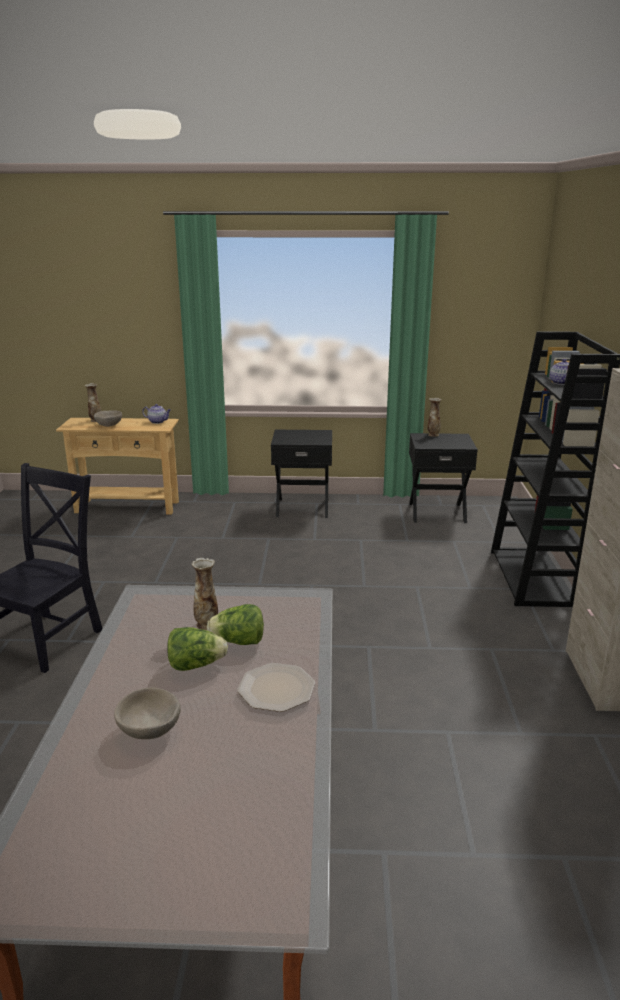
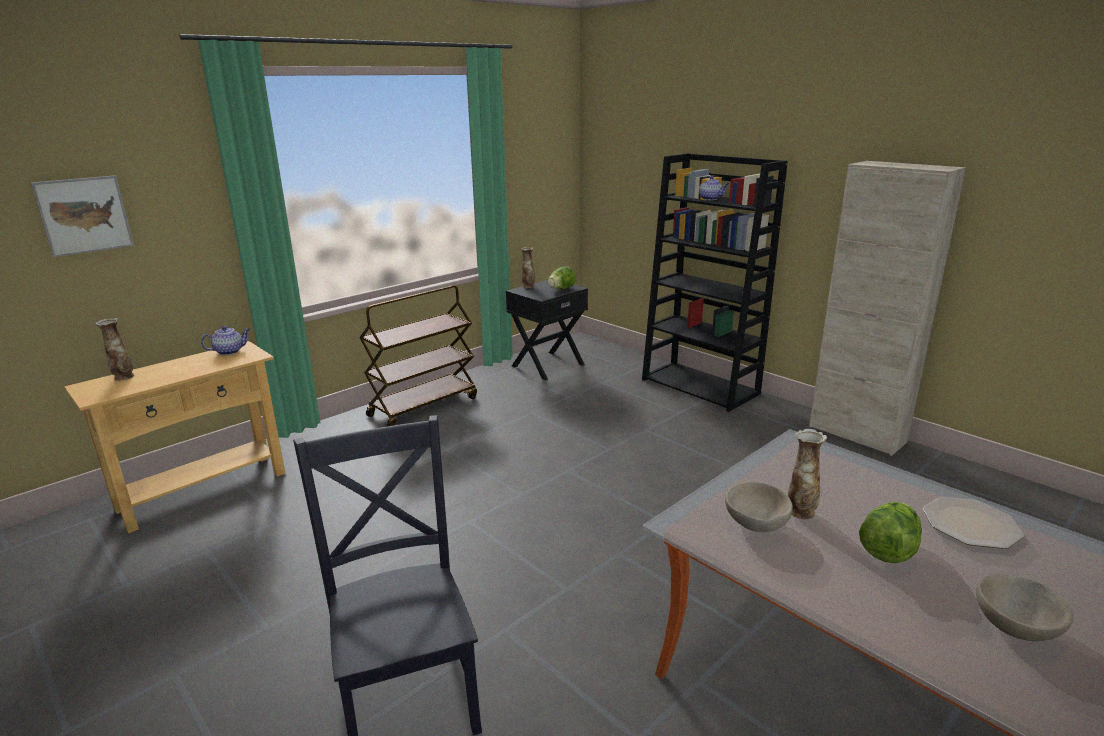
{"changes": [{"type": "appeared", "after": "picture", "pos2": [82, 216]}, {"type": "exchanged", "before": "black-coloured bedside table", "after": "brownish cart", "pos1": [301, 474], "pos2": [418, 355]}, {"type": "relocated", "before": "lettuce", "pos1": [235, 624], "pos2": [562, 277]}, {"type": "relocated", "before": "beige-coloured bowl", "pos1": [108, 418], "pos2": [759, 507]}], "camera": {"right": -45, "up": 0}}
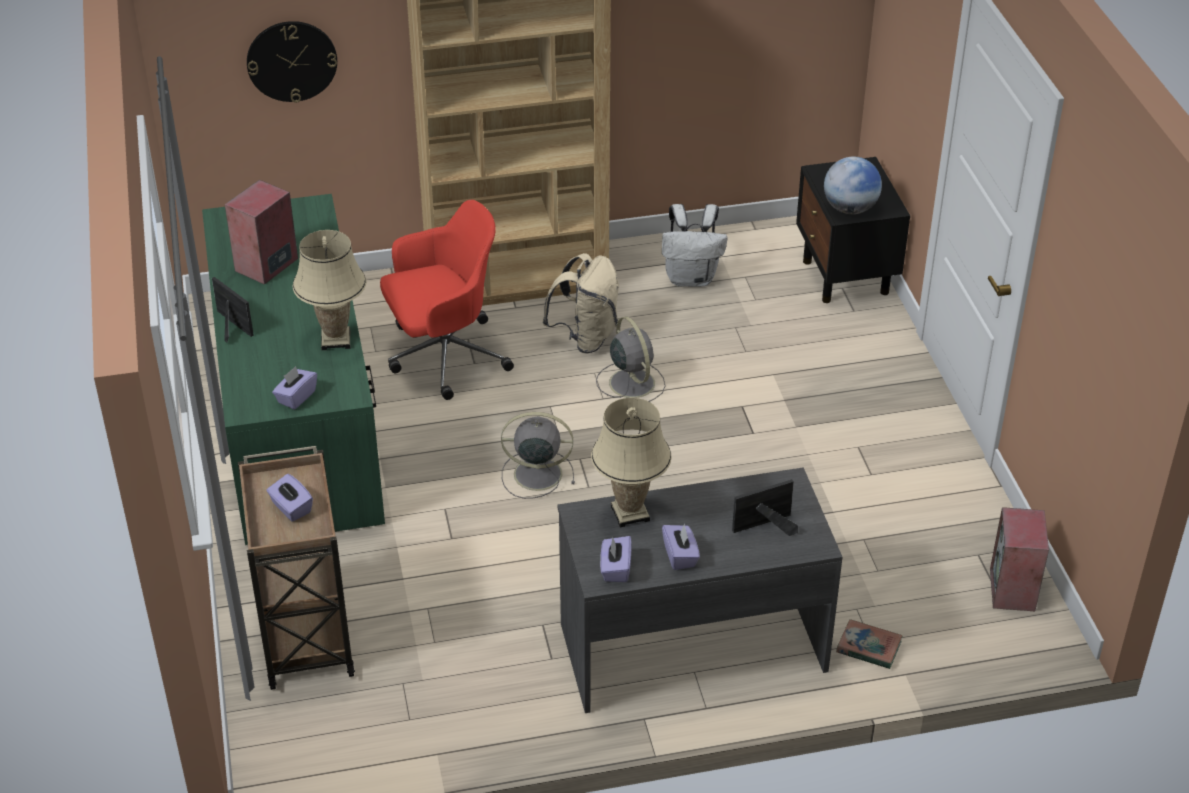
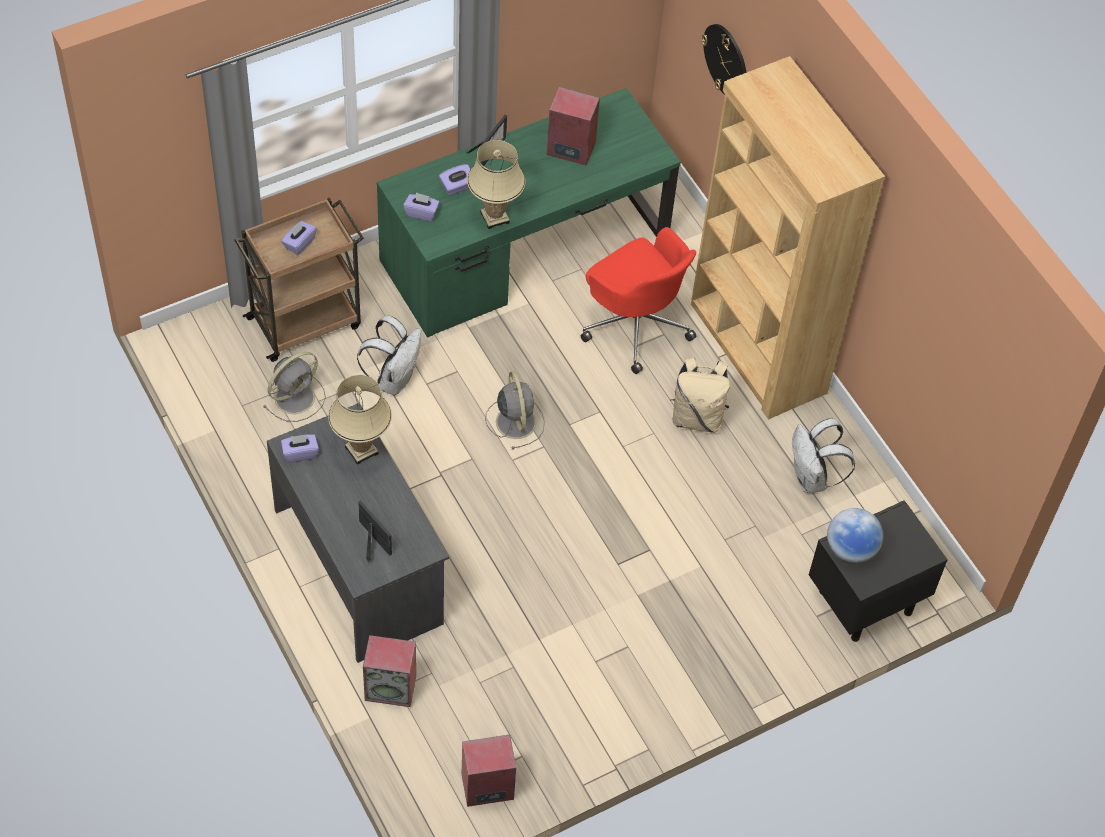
{"changes": [{"type": "relocated", "before": "gray cooling fan", "pos1": [631, 359], "pos2": [294, 387]}, {"type": "appeared", "after": "whitish rucksack", "pos2": [389, 355]}, {"type": "exchanged", "before": "volume", "after": "audio speaker", "pos1": [869, 644], "pos2": [389, 671]}, {"type": "relocated", "before": "purple box of tissues", "pos1": [681, 547], "pos2": [455, 180]}], "camera": {"right": 70, "up": 15}}
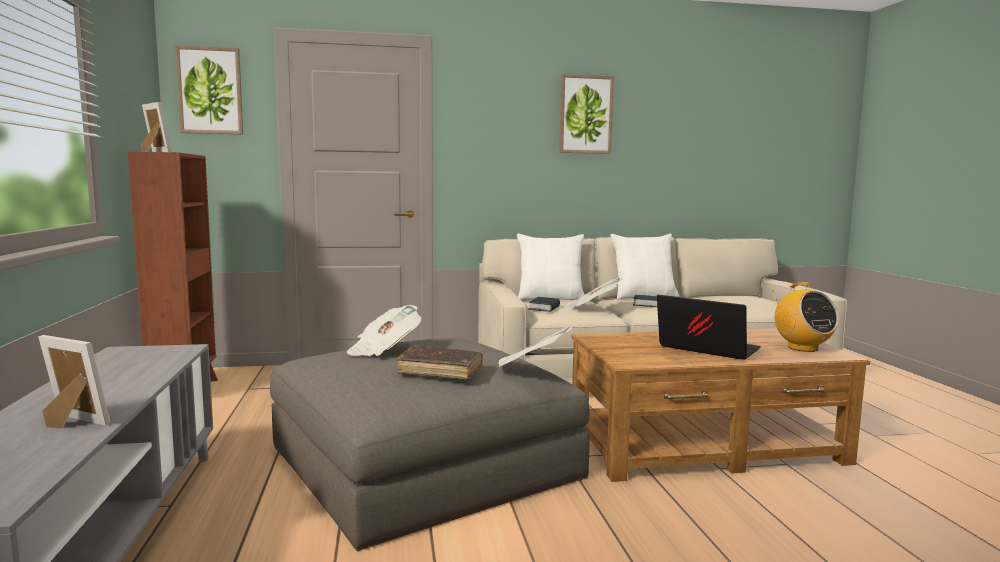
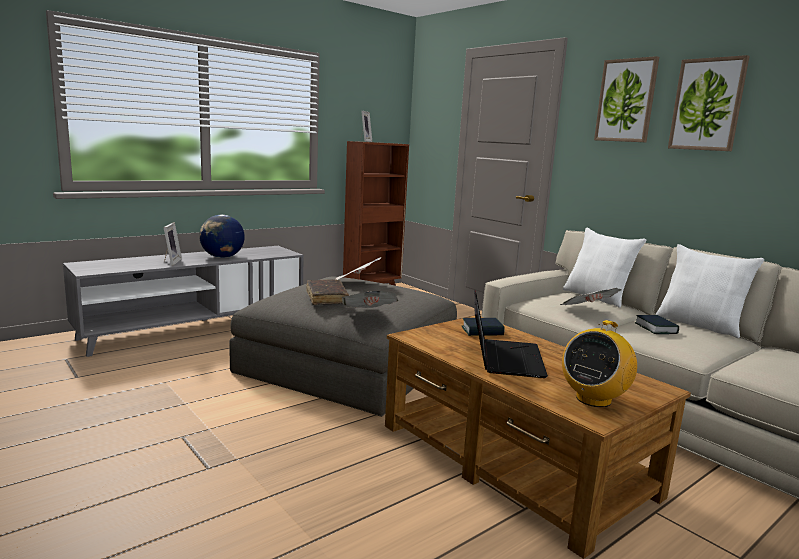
{"changes": [{"type": "appeared", "after": "world globe", "pos2": [222, 236]}, {"type": "relocated", "before": "volume", "pos1": [544, 304], "pos2": [483, 327]}, {"type": "relocated", "before": "picture", "pos1": [209, 89], "pos2": [626, 99]}], "camera": {"right": 60, "up": 5}}
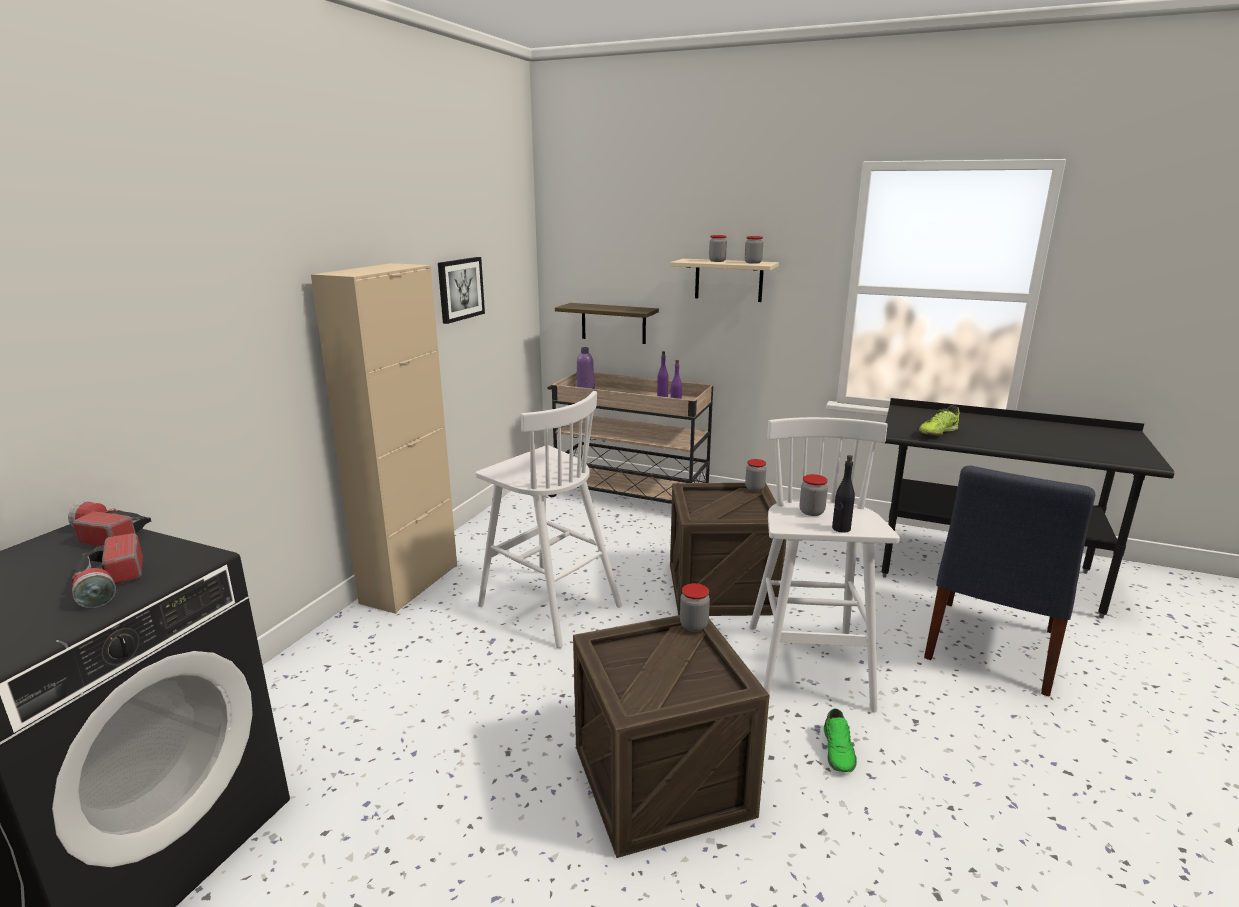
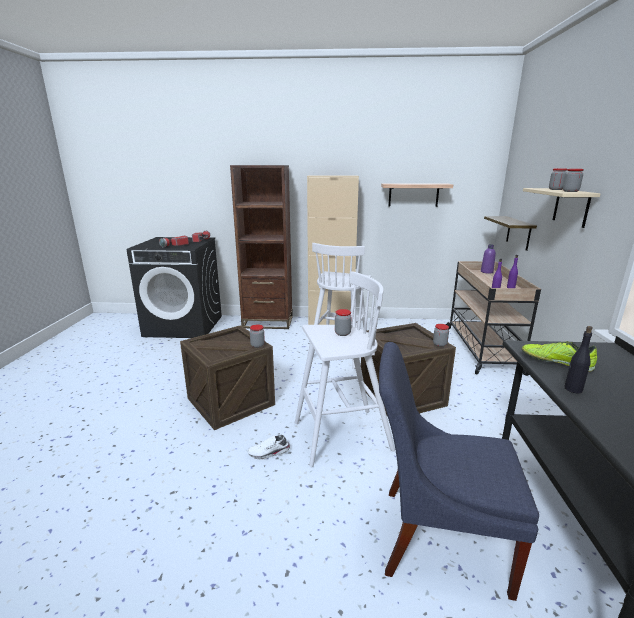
{"changes": [{"type": "appeared", "after": "brownish bookshelf", "pos2": [261, 247]}, {"type": "colour", "before": "greenish low shoe", "after": "whitish low shoe", "pos1": [840, 740], "pos2": [269, 447]}, {"type": "exchanged", "before": "picture", "after": "shelf", "pos1": [461, 290], "pos2": [417, 195]}, {"type": "relocated", "before": "black-coloured drink bottle", "pos1": [843, 494], "pos2": [578, 359]}], "camera": {"right": 70, "up": 0}}
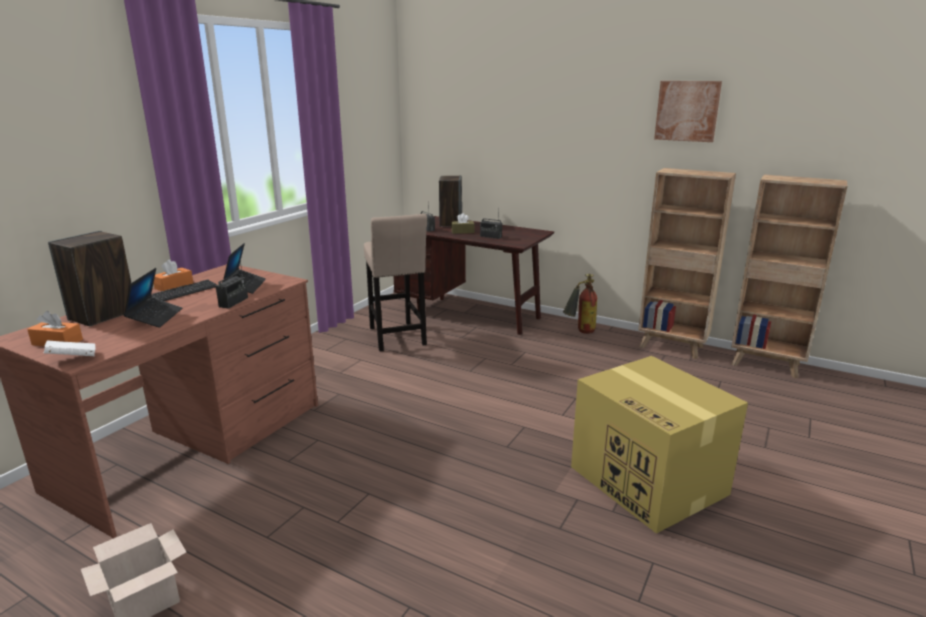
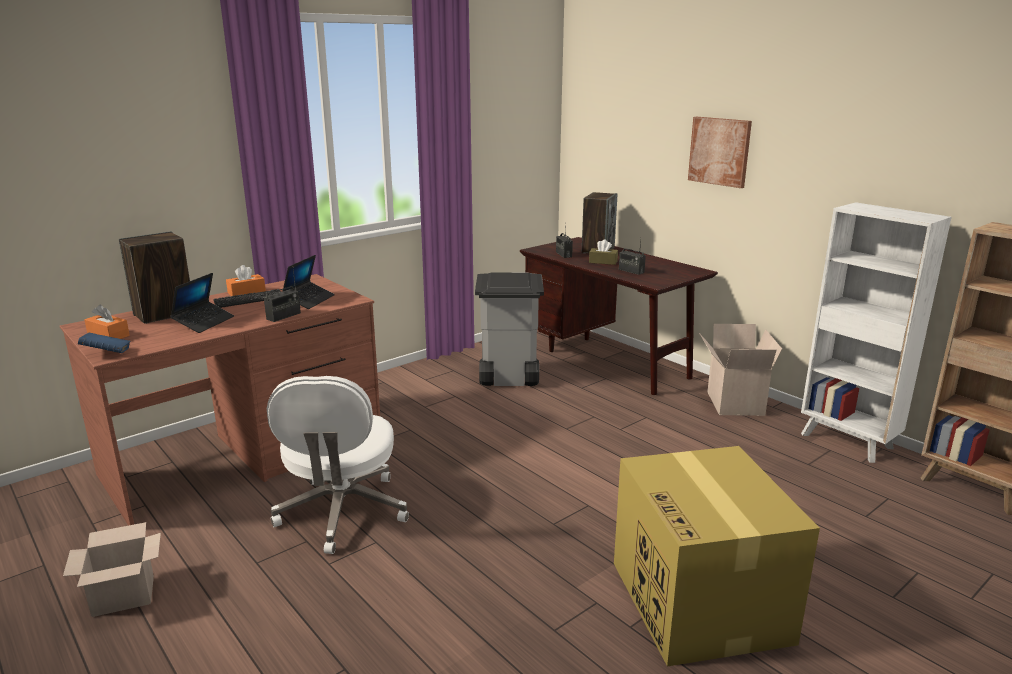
{"changes": [{"type": "colour", "before": "whitish volume", "after": "bluish volume", "pos1": [69, 348], "pos2": [104, 343]}, {"type": "appeared", "after": "whitish computer chair", "pos2": [338, 465]}, {"type": "exchanged", "before": "beige-coloured stool", "after": "gray waste bin", "pos1": [395, 283], "pos2": [509, 329]}, {"type": "relocated", "before": "picture", "pos1": [688, 111], "pos2": [720, 152]}, {"type": "exchanged", "before": "fire extinguisher", "after": "cardboard box", "pos1": [580, 304], "pos2": [740, 370]}, {"type": "colour", "before": "brownish bookshelf", "after": "whitish bookshelf", "pos1": [687, 263], "pos2": [876, 332]}], "camera": {"right": 20, "up": 0}}
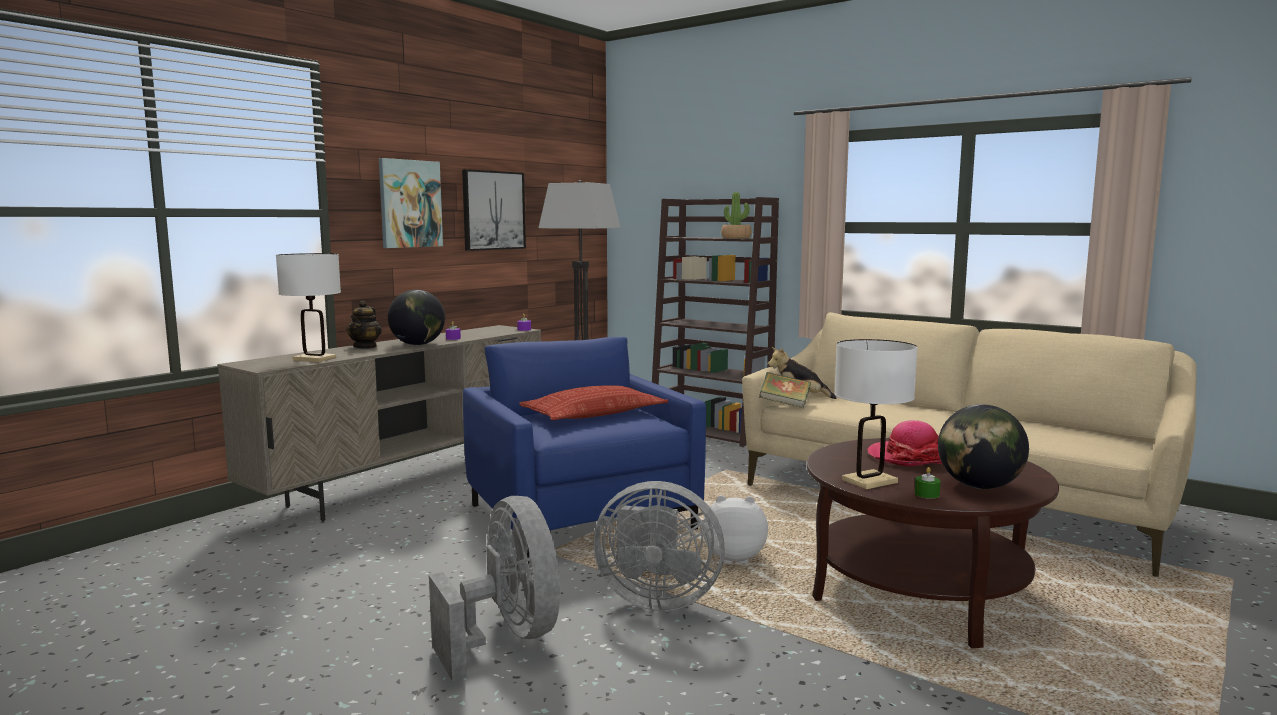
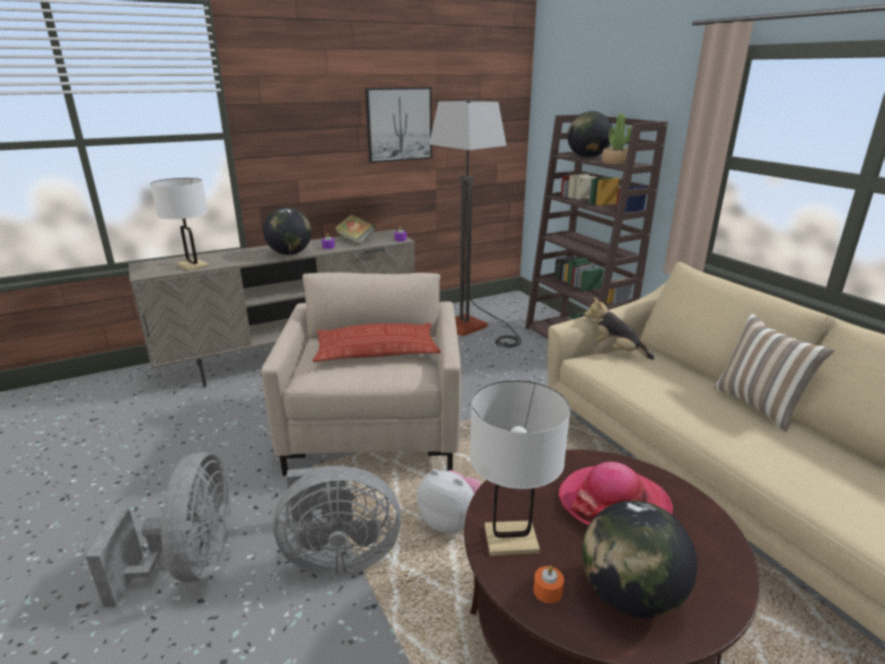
{"changes": [{"type": "colour", "before": "bluish lounge chair", "after": "beige-coloured lounge chair", "pos1": [584, 450], "pos2": [361, 374]}, {"type": "spun", "before": "gray cooling fan", "pos1": [659, 546], "pos2": [337, 520], "turn": -45}, {"type": "relocated", "before": "volume", "pos1": [785, 390], "pos2": [355, 229]}, {"type": "colour", "before": "greenish wax light", "after": "orange-coloured wax light", "pos1": [928, 483], "pos2": [548, 585]}, {"type": "appeared", "after": "world globe", "pos2": [589, 134]}, {"type": "appeared", "after": "pillow", "pos2": [774, 372]}, {"type": "missing", "before": "tea pot", "pos1": [364, 325]}, {"type": "missing", "before": "picture", "pos1": [411, 203]}], "camera": {"right": 25, "up": 15}}
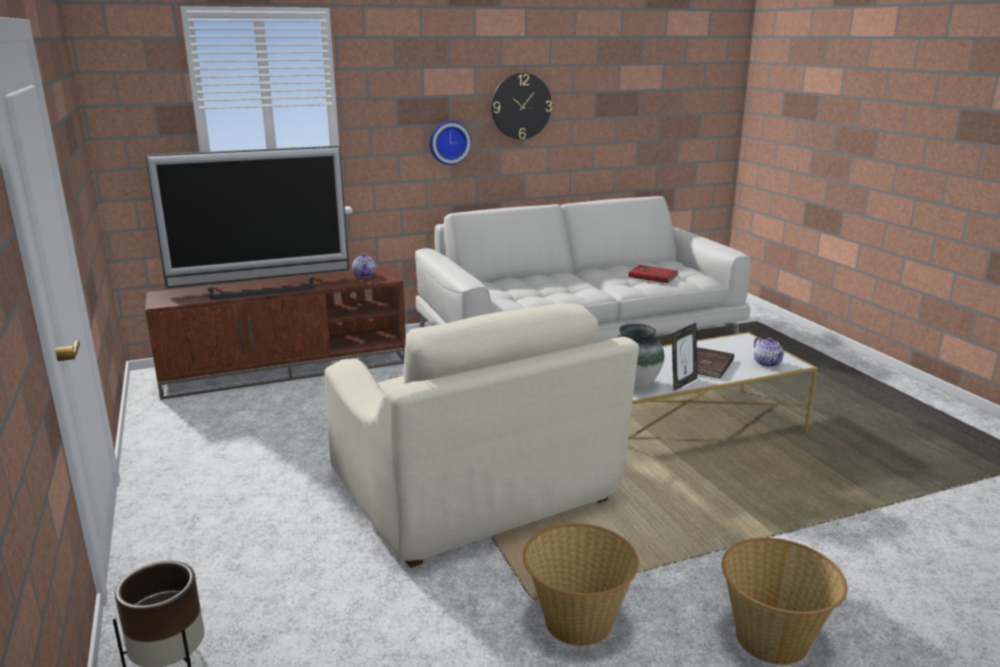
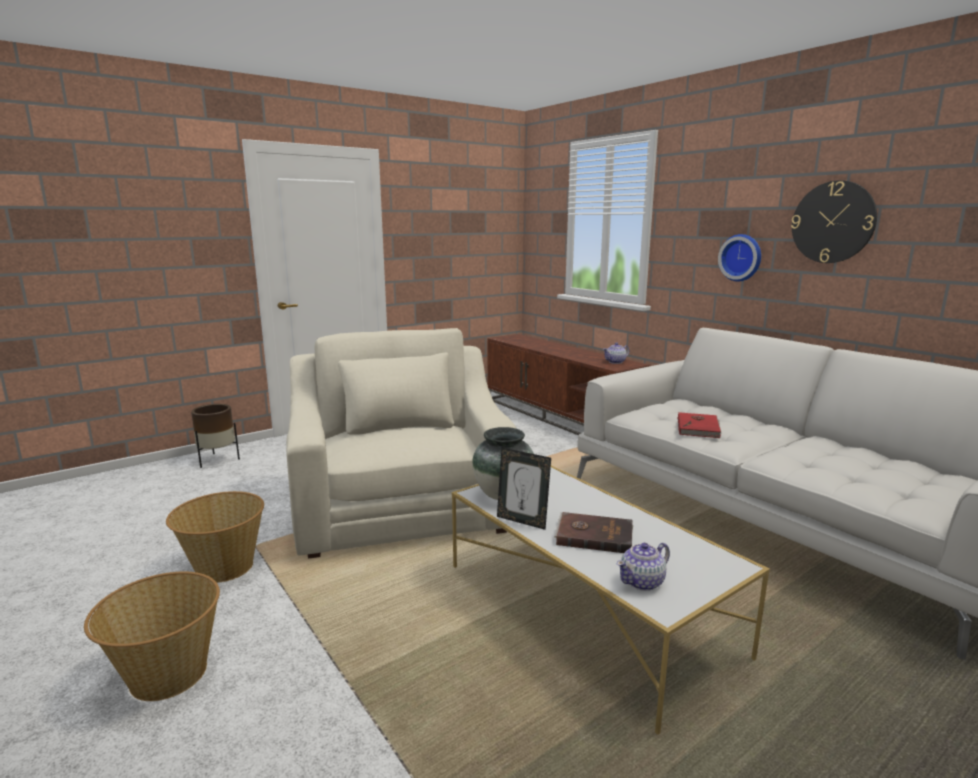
{"changes": [{"type": "spun", "before": "beige-coloured lounge chair", "pos1": [481, 436], "pos2": [401, 443], "turn": 120}, {"type": "relocated", "before": "reddish volume", "pos1": [653, 274], "pos2": [699, 425]}, {"type": "missing", "before": "TV set", "pos1": [247, 223]}], "camera": {"right": 75, "up": -5}}
